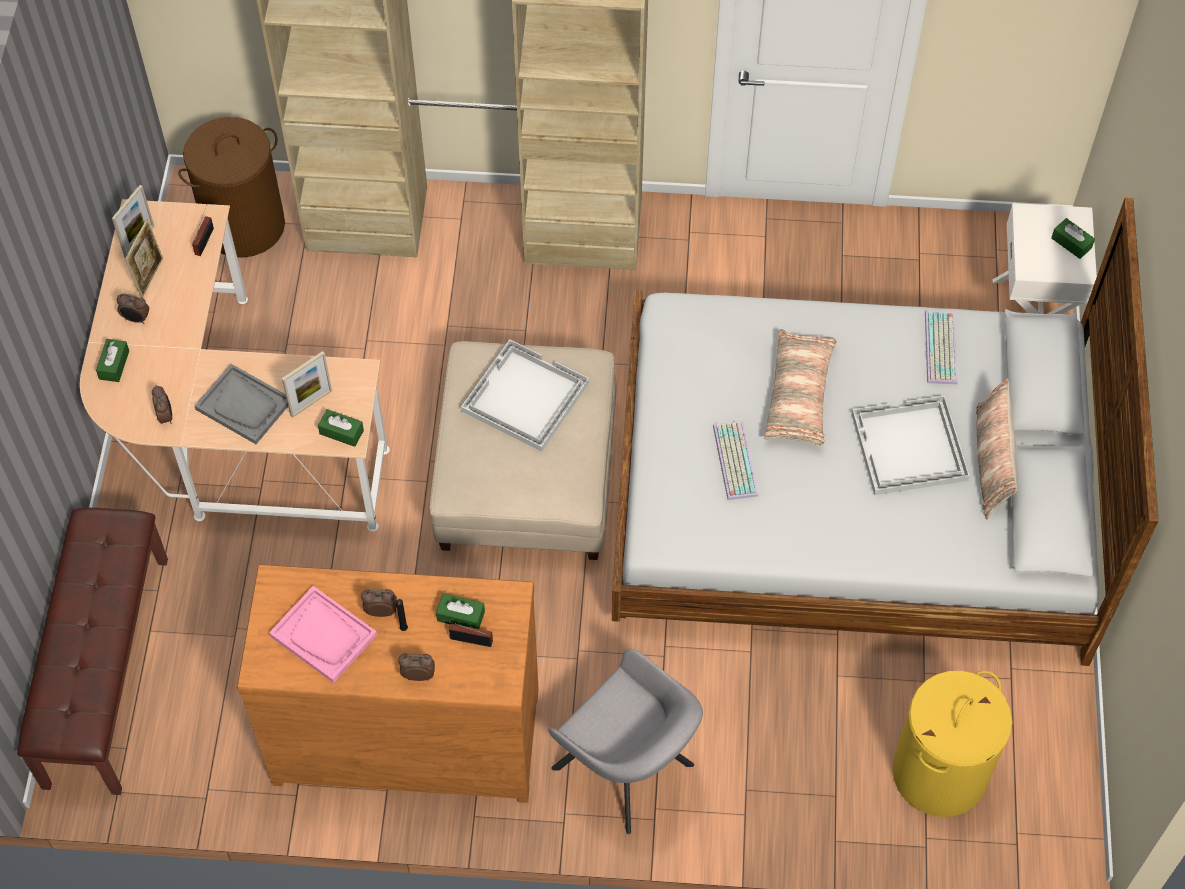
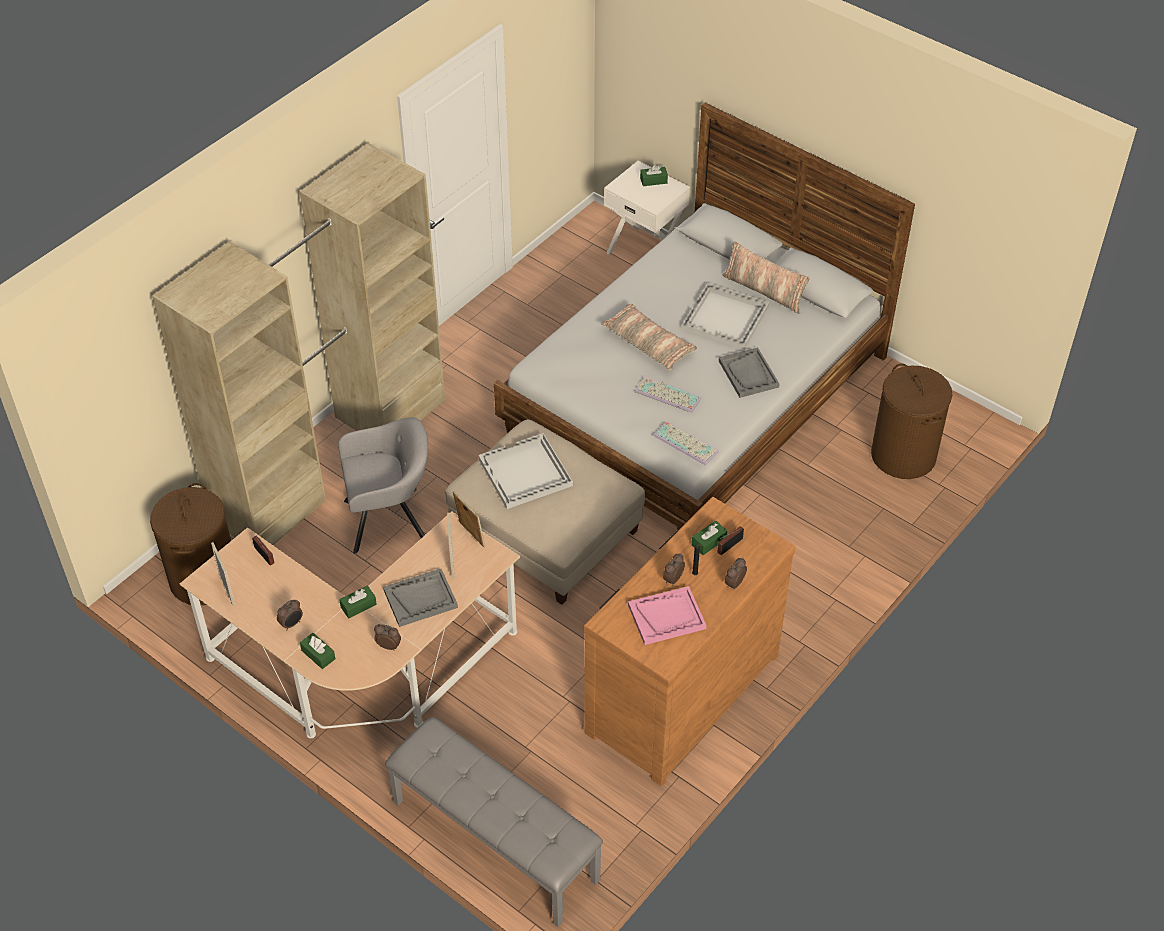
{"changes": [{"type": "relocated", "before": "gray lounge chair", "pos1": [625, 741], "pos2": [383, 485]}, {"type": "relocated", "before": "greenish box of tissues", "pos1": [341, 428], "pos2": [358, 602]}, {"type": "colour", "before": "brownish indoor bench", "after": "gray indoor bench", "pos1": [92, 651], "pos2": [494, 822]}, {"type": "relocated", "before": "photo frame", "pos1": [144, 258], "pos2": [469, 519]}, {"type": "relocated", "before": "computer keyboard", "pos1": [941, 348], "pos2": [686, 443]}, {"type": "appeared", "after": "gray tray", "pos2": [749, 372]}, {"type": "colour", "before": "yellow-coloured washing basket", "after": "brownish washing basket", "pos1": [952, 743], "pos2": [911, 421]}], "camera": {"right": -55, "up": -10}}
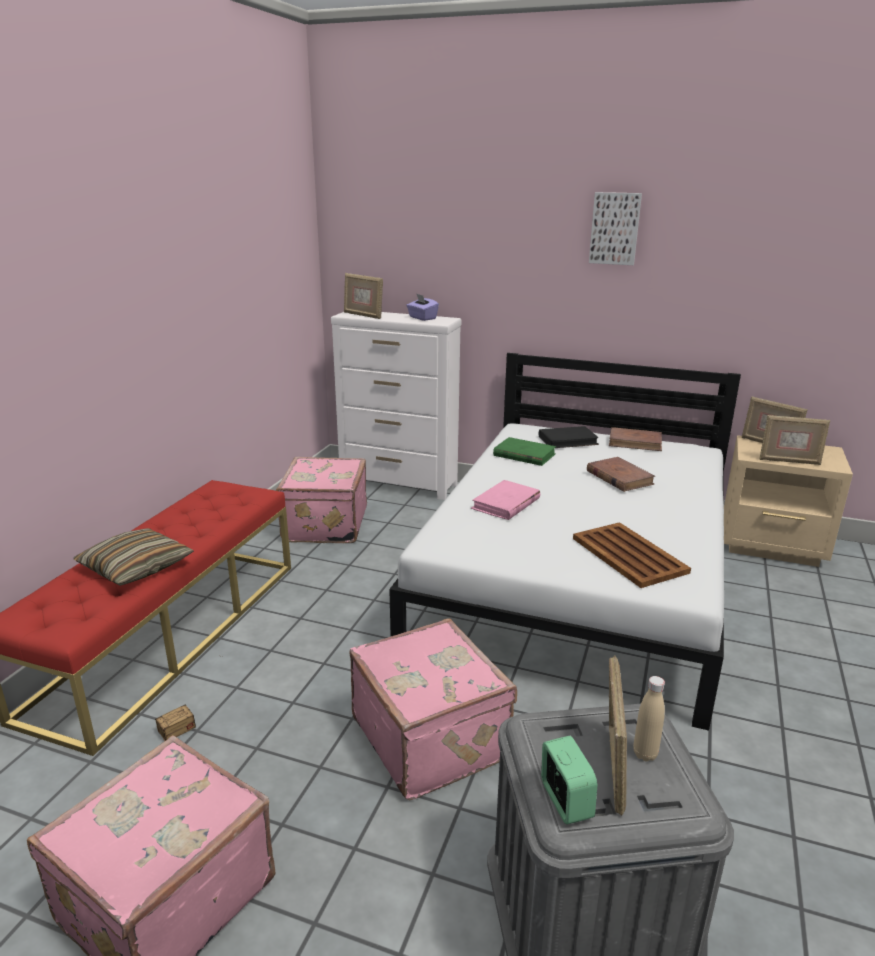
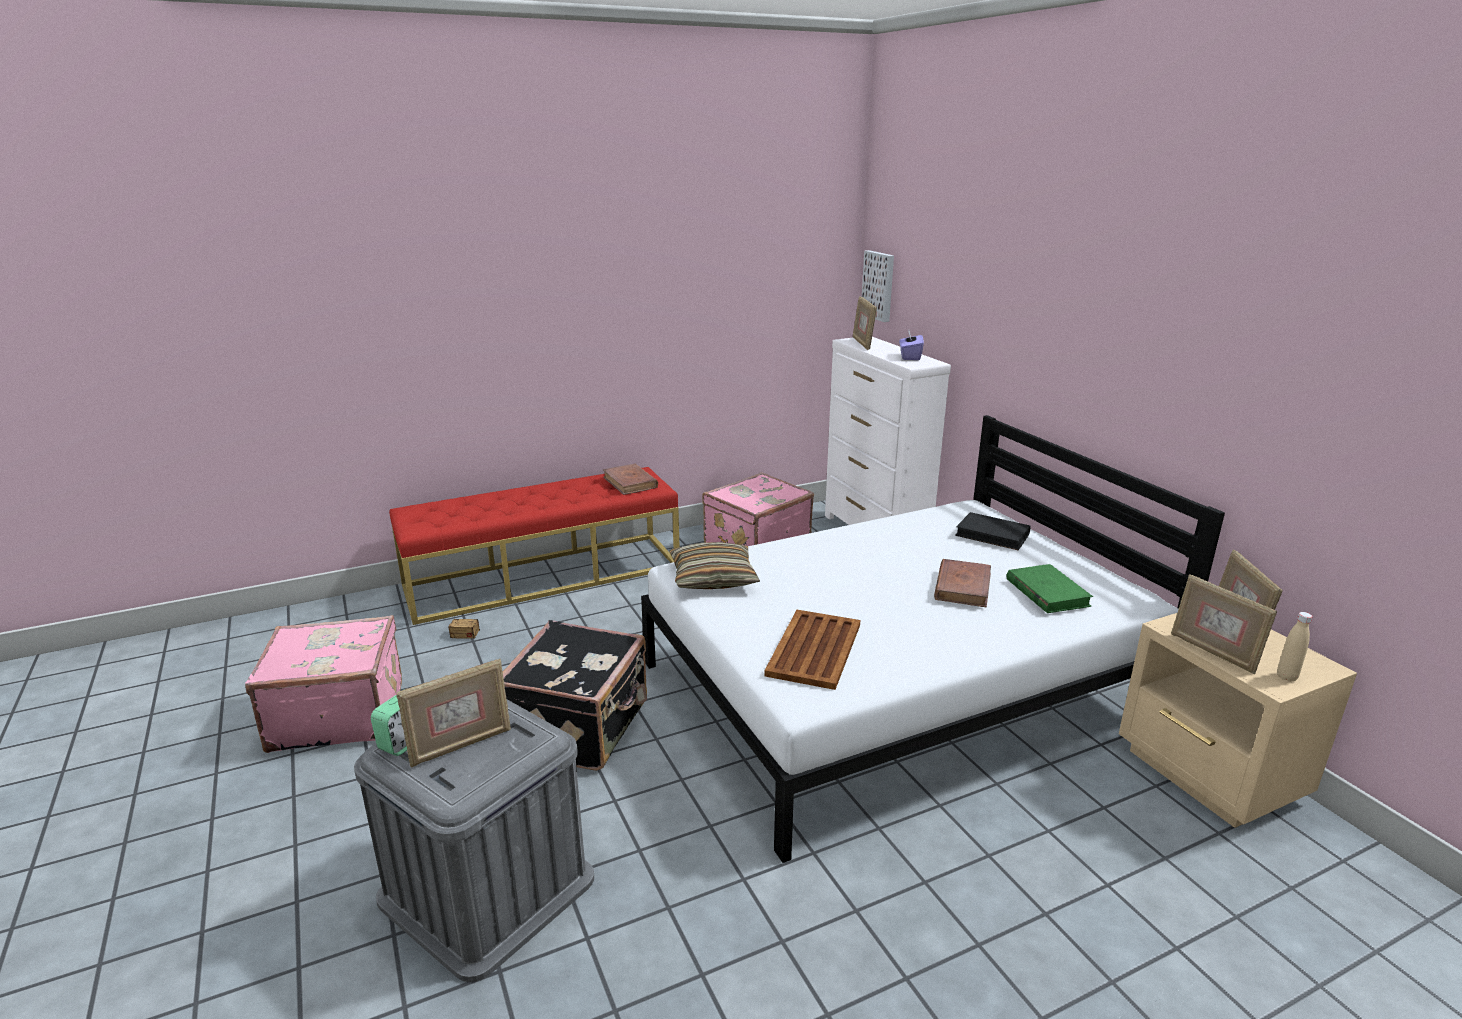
{"changes": [{"type": "colour", "before": "pink-coloured piece of luggage", "after": "black-coloured piece of luggage", "pos1": [433, 709], "pos2": [575, 695]}, {"type": "relocated", "before": "brownish volume", "pos1": [635, 439], "pos2": [630, 479]}, {"type": "relocated", "before": "pillow", "pos1": [133, 557], "pos2": [714, 565]}, {"type": "relocated", "before": "picture", "pos1": [615, 228], "pos2": [878, 286]}, {"type": "relocated", "before": "greenish volume", "pos1": [524, 451], "pos2": [1050, 588]}, {"type": "relocated", "before": "beige-coloured drink bottle", "pos1": [649, 718], "pos2": [1294, 646]}, {"type": "missing", "before": "pink-coloured volume", "pos1": [505, 500]}], "camera": {"right": 45, "up": 0}}
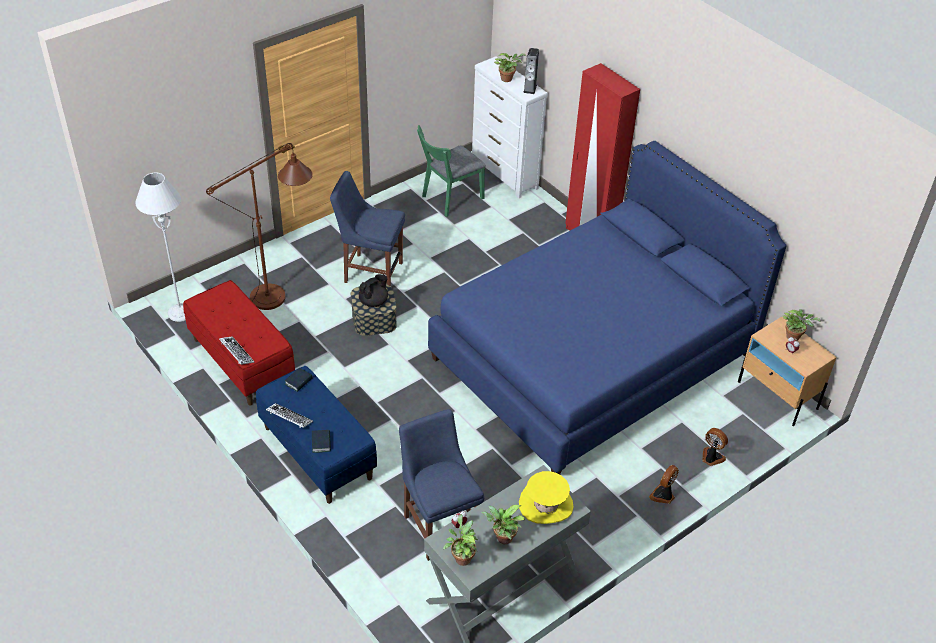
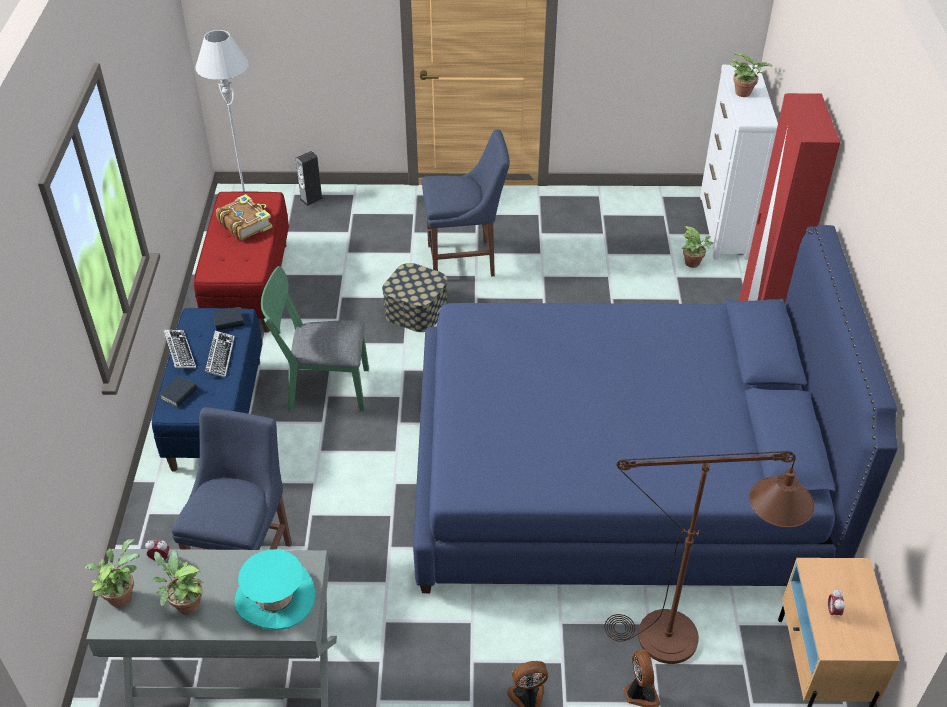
{"changes": [{"type": "relocated", "before": "computer keyboard", "pos1": [236, 350], "pos2": [220, 354]}, {"type": "appeared", "after": "volume", "pos2": [244, 217]}, {"type": "colour", "before": "yellow-coloured clothing hat", "after": "turquoise clothing hat", "pos1": [546, 497], "pos2": [274, 589]}, {"type": "relocated", "before": "greenish chair", "pos1": [451, 171], "pos2": [315, 339]}, {"type": "relocated", "before": "audio speaker", "pos1": [531, 71], "pos2": [310, 178]}, {"type": "spun", "before": "bluish chair", "pos1": [367, 228], "pos2": [465, 203], "turn": 120}, {"type": "relocated", "before": "brownish floor lamp", "pos1": [259, 226], "pos2": [710, 557]}, {"type": "relocated", "before": "potted plant", "pos1": [802, 325], "pos2": [698, 247]}, {"type": "missing", "before": "black-coloured tea pot", "pos1": [373, 290]}], "camera": {"right": 40, "up": 0}}
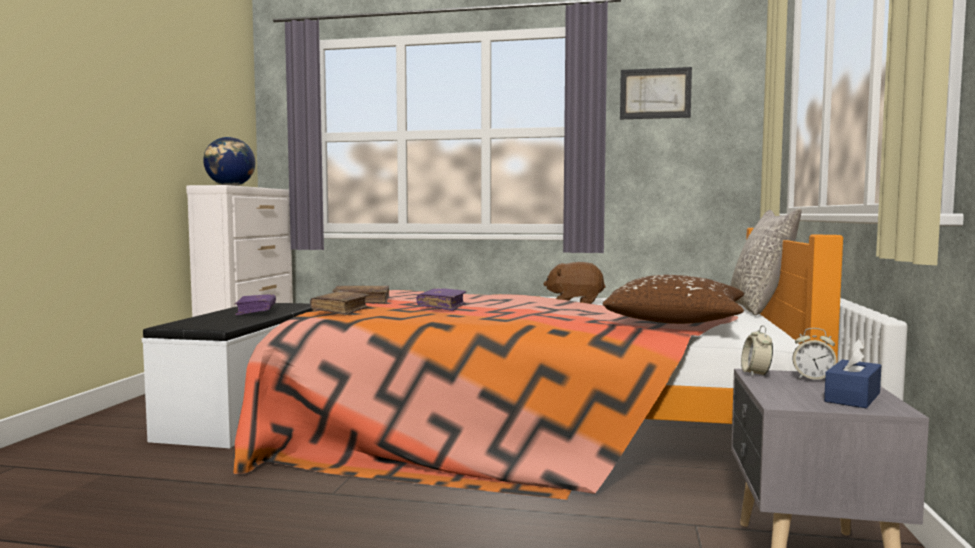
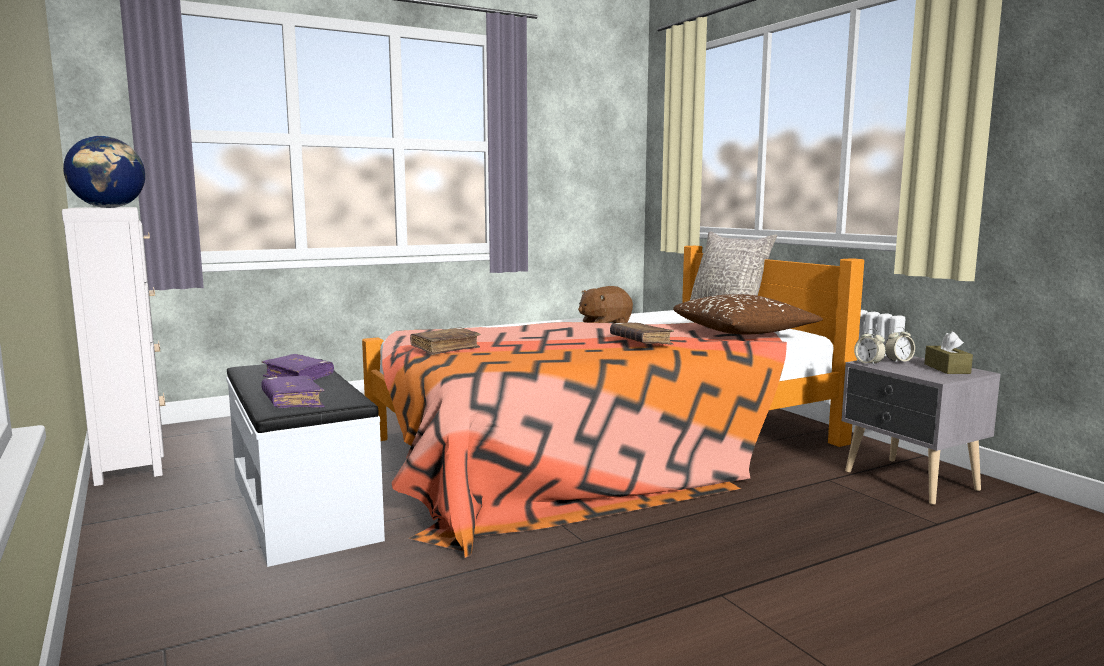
{"changes": [{"type": "relocated", "before": "purple volume", "pos1": [441, 299], "pos2": [293, 392]}, {"type": "relocated", "before": "brownish volume", "pos1": [339, 303], "pos2": [642, 334]}, {"type": "colour", "before": "bluish box of tissues", "after": "brownish box of tissues", "pos1": [852, 373], "pos2": [948, 352]}, {"type": "missing", "before": "picture", "pos1": [656, 93]}], "camera": {"right": -40, "up": 5}}
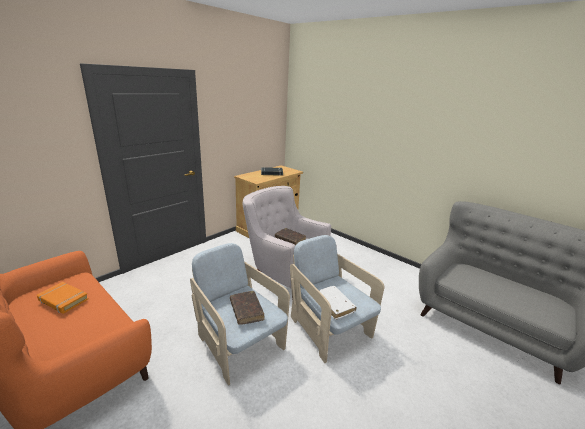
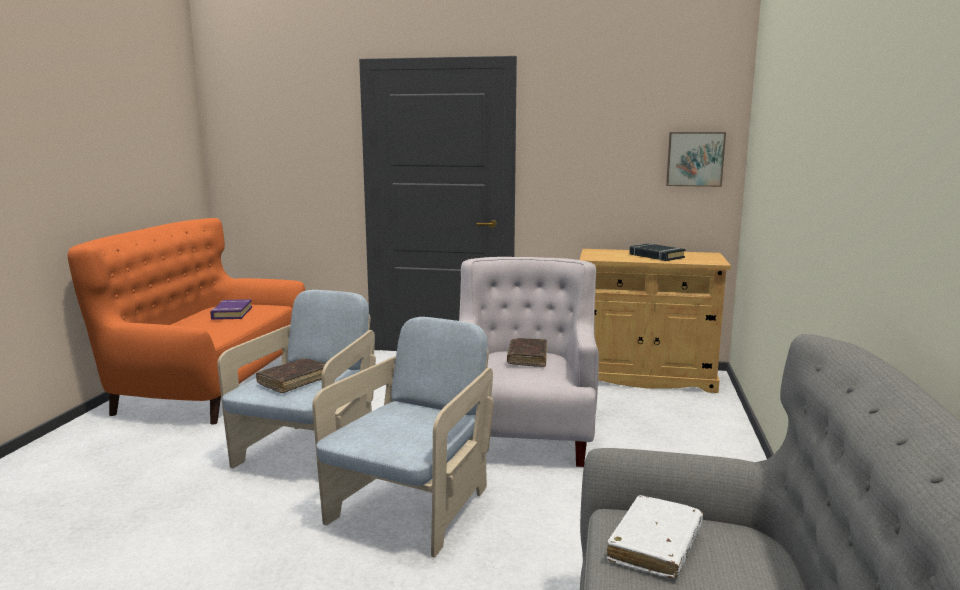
{"changes": [{"type": "colour", "before": "orange-coloured volume", "after": "purple volume", "pos1": [62, 298], "pos2": [231, 309]}, {"type": "relocated", "before": "whitish volume", "pos1": [338, 303], "pos2": [655, 536]}, {"type": "appeared", "after": "picture", "pos2": [696, 159]}], "camera": {"right": 60, "up": -10}}
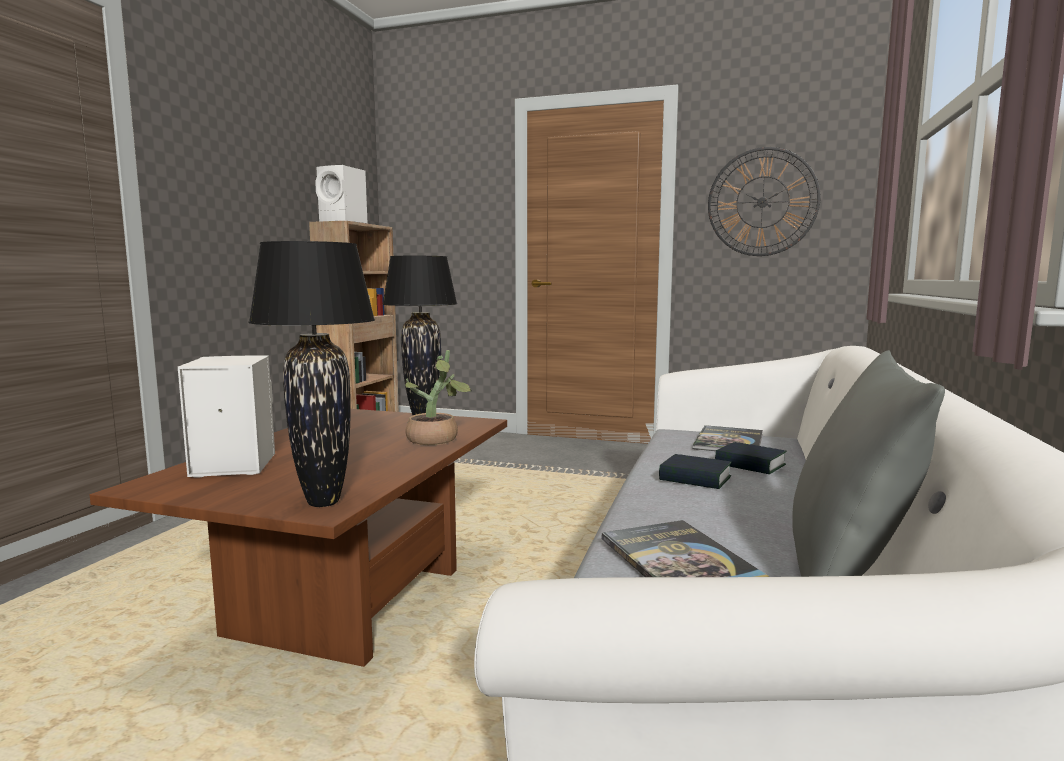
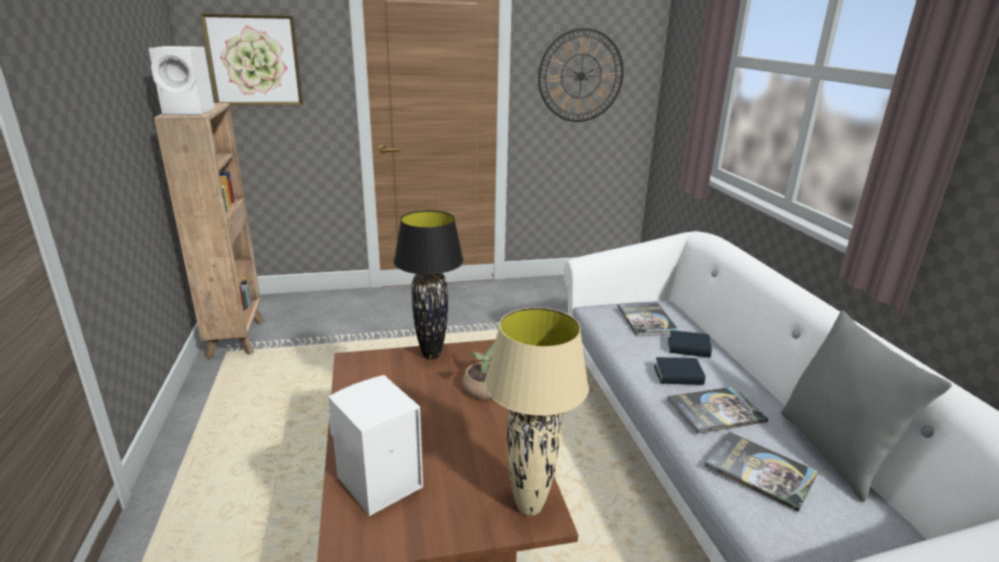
{"changes": [{"type": "appeared", "after": "picture", "pos2": [251, 59]}, {"type": "colour", "before": "black-coloured table lamp", "after": "beige-coloured table lamp", "pos1": [311, 374], "pos2": [537, 412]}, {"type": "appeared", "after": "volume", "pos2": [717, 410]}], "camera": {"right": -30, "up": 15}}
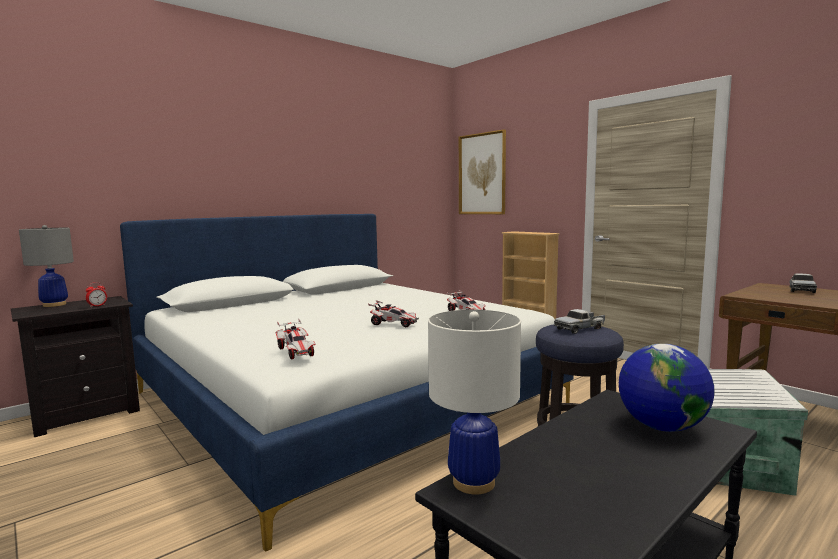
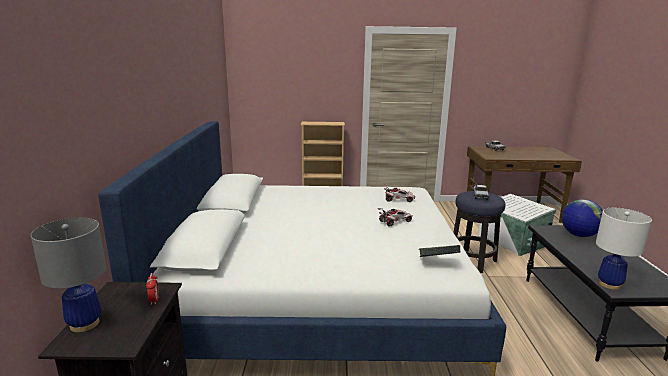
{"changes": [{"type": "exchanged", "before": "miniature car", "after": "volume", "pos1": [296, 339], "pos2": [440, 251]}, {"type": "missing", "before": "picture", "pos1": [482, 171]}], "camera": {"right": -50, "up": 10}}
